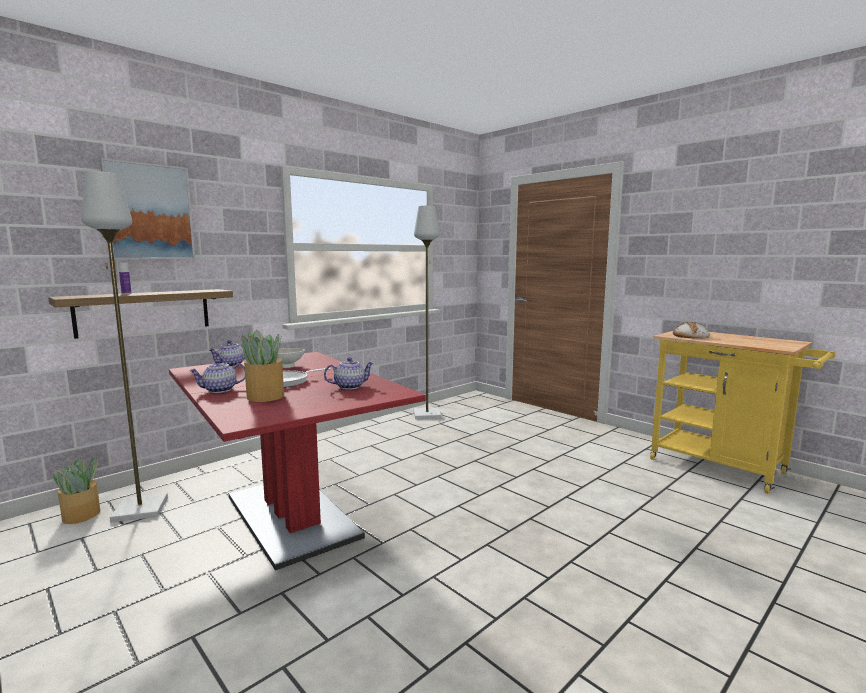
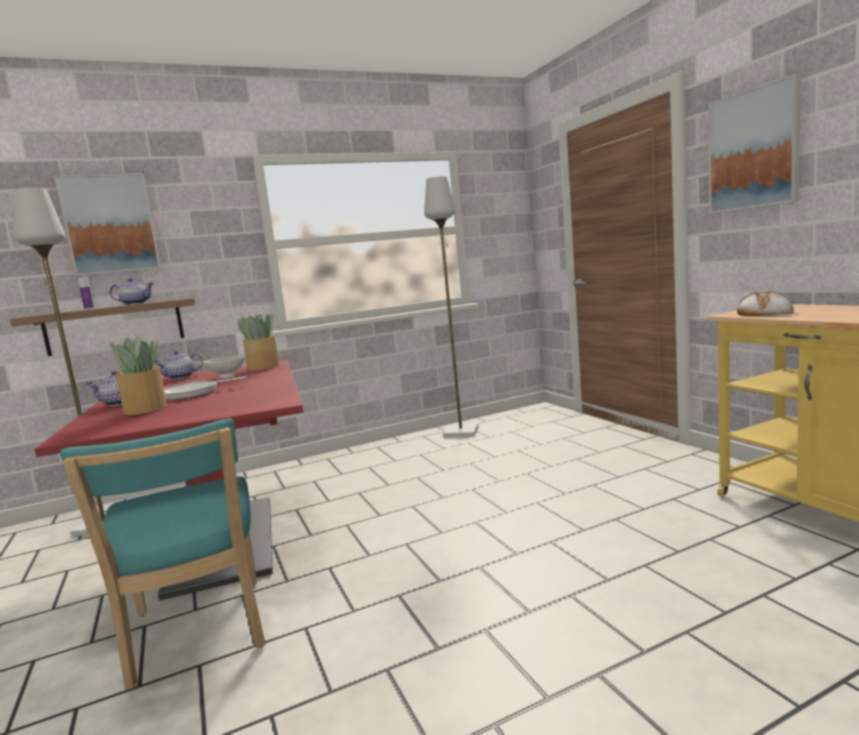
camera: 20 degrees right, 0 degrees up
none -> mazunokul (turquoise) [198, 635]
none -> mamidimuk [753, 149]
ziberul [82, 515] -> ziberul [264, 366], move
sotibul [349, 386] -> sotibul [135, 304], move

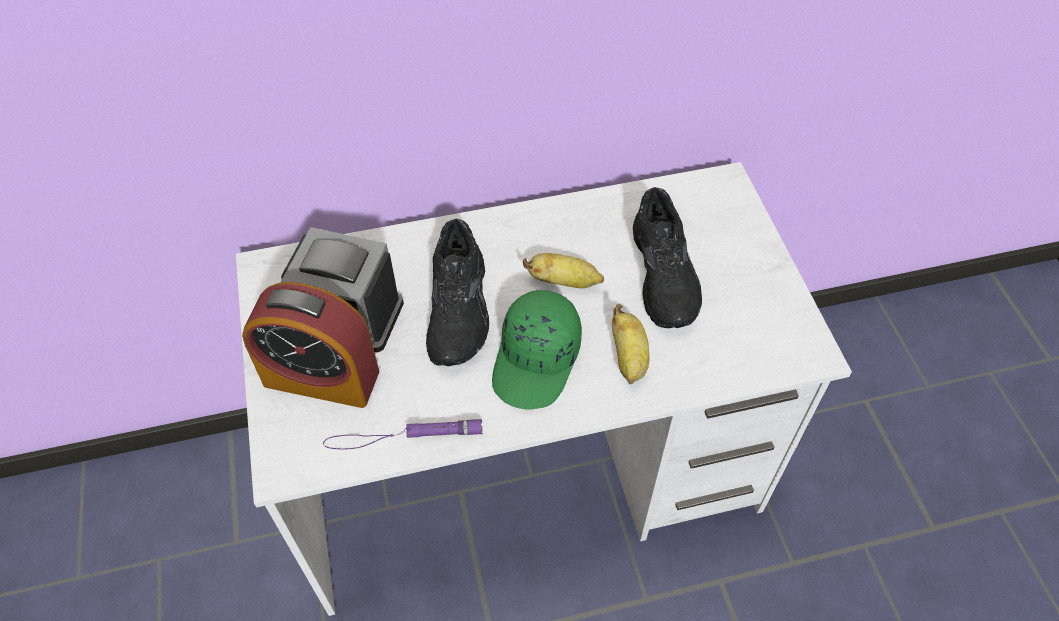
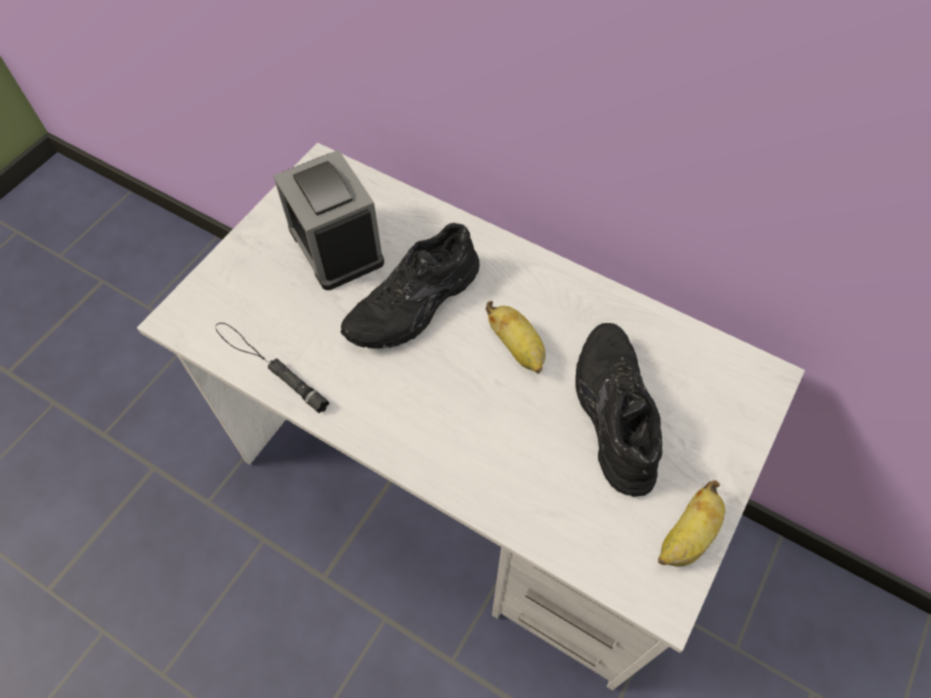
camera: 45 degrees right, 5 degrees up
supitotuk [321, 378] -> none
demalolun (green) [537, 360] -> none
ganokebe [629, 358] -> ganokebe [687, 537], move
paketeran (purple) [403, 437] -> paketeran (black) [269, 366]
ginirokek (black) [667, 274] -> ginirokek (black) [611, 413], 135 degrees clockwise

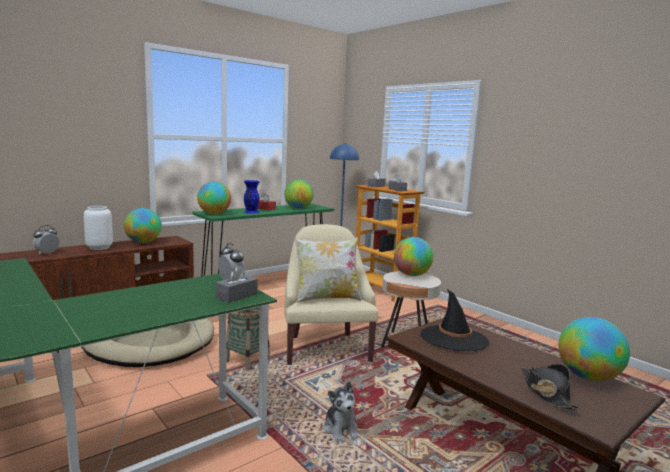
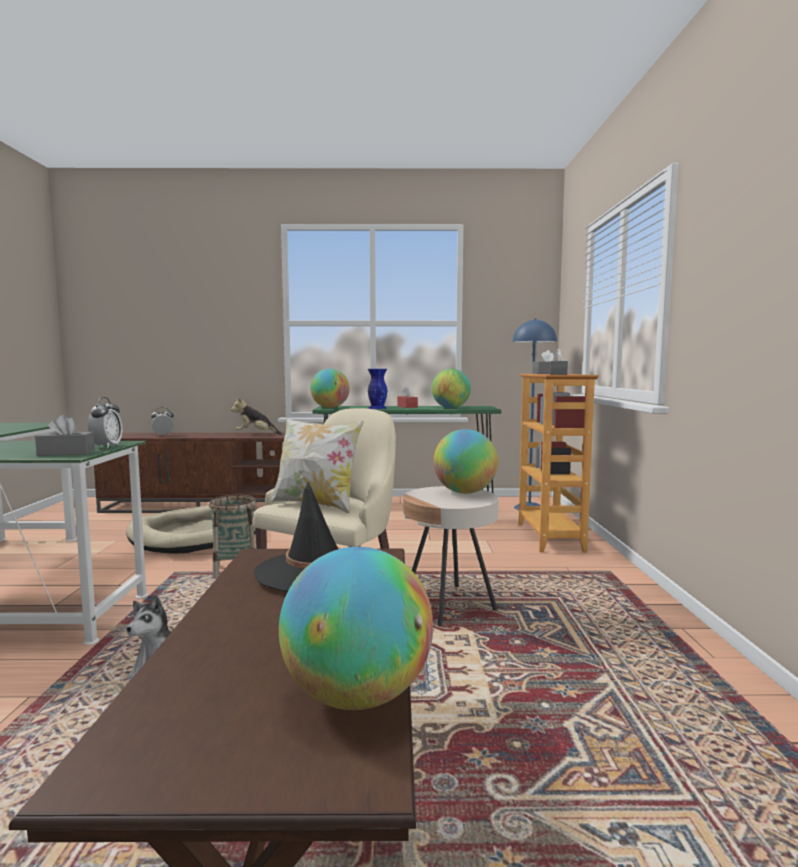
camera: 40 degrees right, 5 degrees down
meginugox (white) [99, 247] -> none
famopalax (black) [547, 393] -> none
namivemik [143, 242] -> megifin [256, 434]

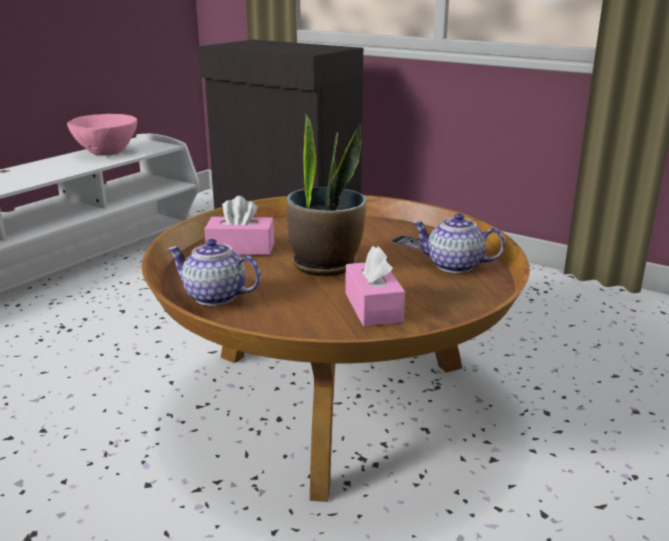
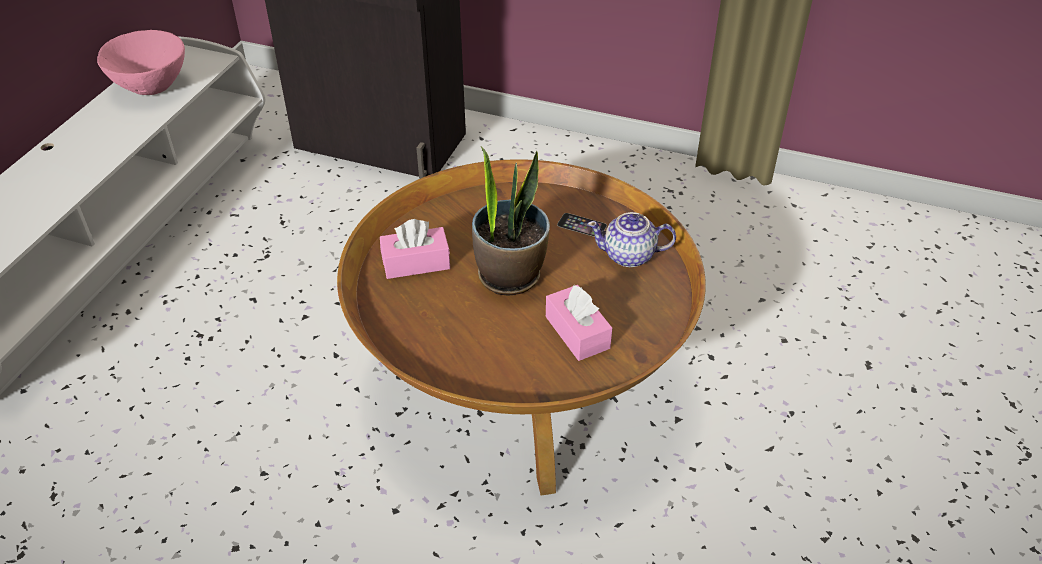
camera: 15 degrees left, 20 degrees up
sotibul [214, 296] -> none

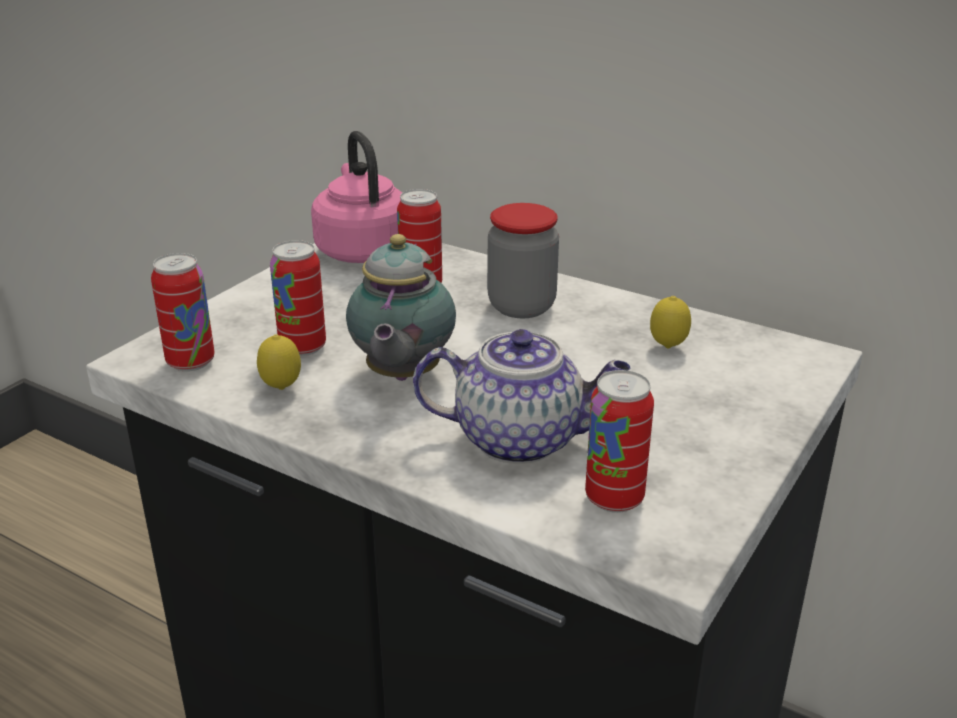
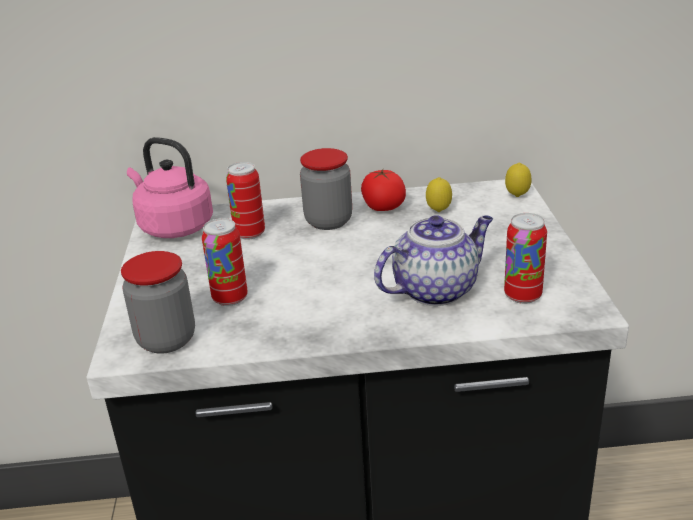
camera: 35 degrees left, 0 degrees up
sotibul [401, 376] -> none
none -> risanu [383, 207]
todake [281, 389] -> todake [517, 196], move
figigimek [190, 362] -> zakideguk [166, 340]

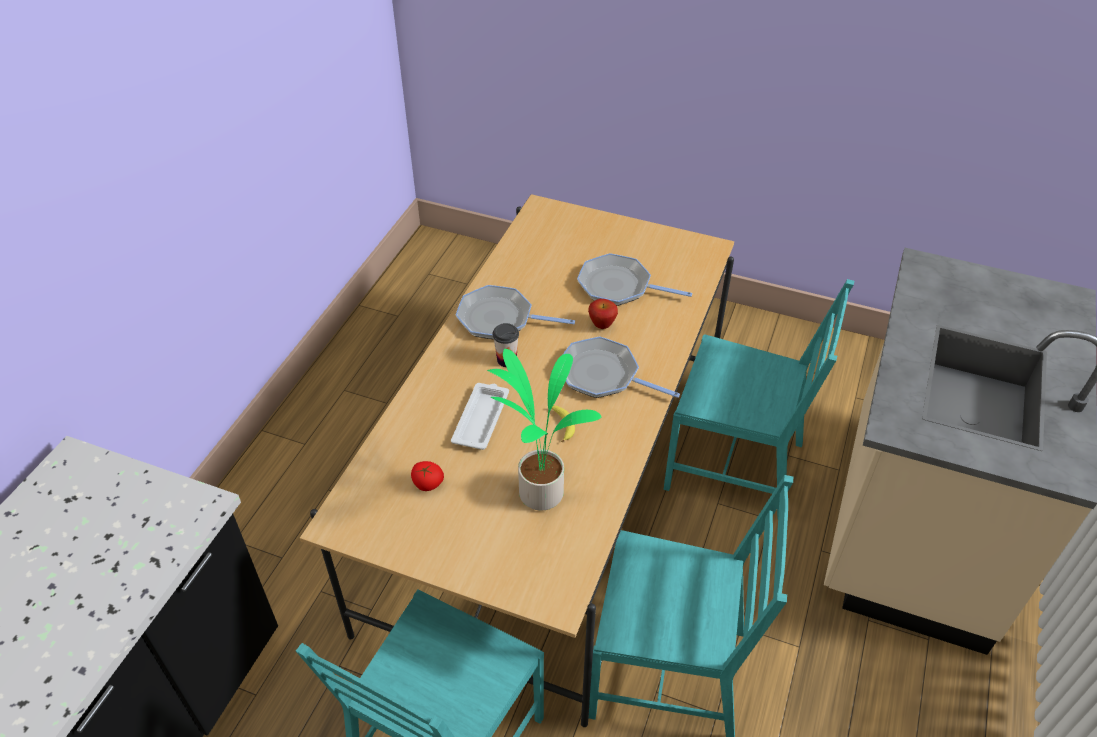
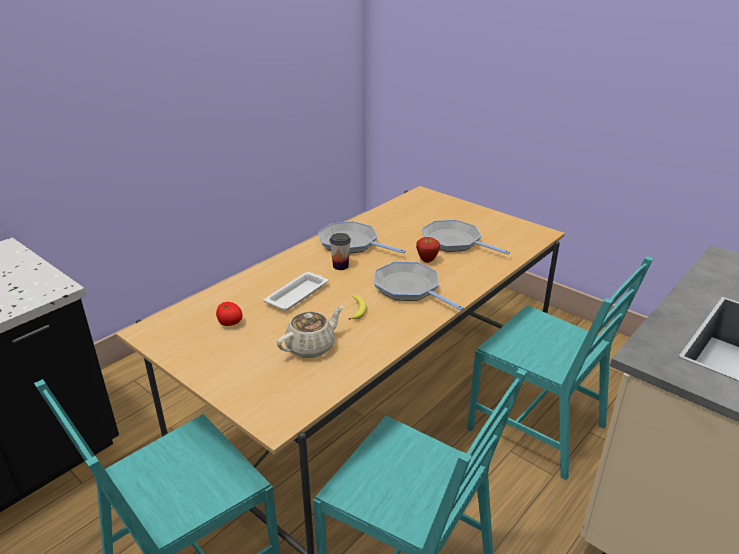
camera: 20 degrees right, 15 degrees down
ziberul [540, 491] -> sotibul (beige) [311, 346]

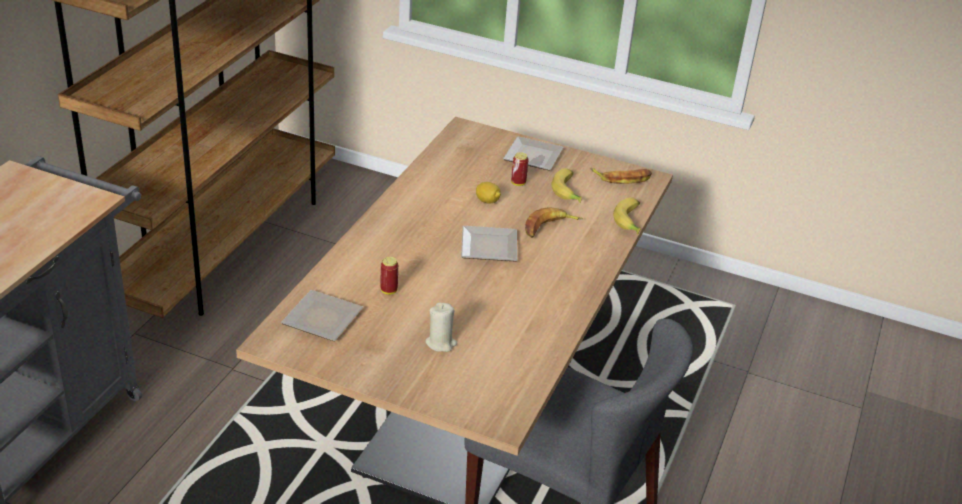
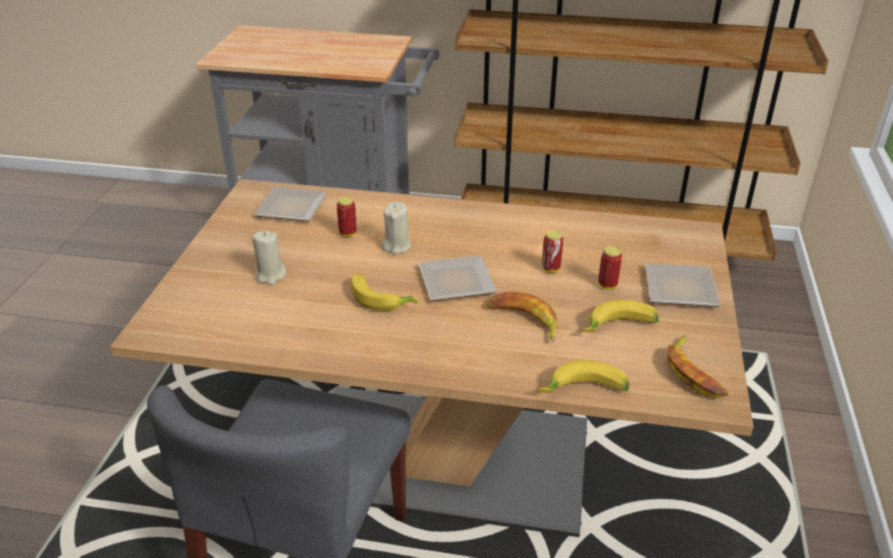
camera: 80 degrees right, 0 degrees up
none -> ganokebe [381, 298]
none -> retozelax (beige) [396, 246]
todake [487, 201] -> figigimek [551, 269]

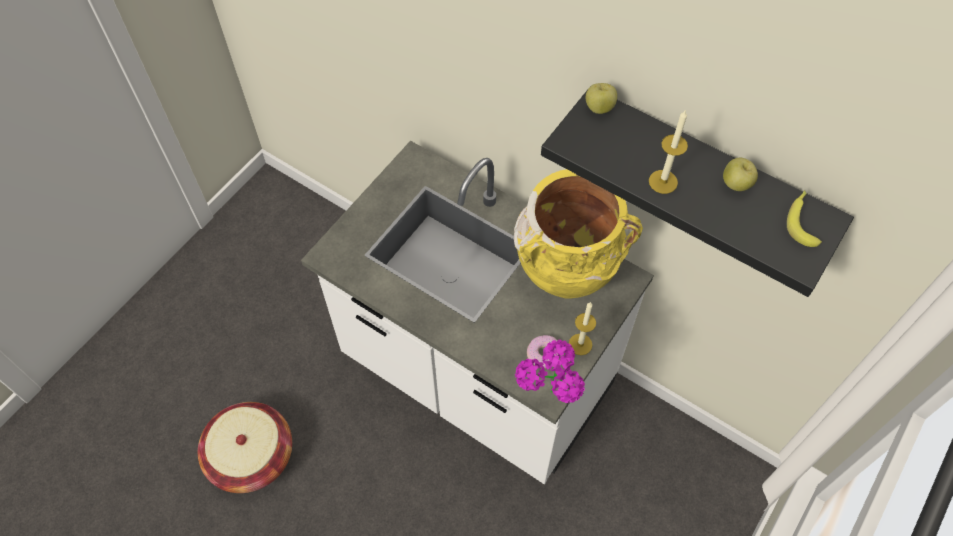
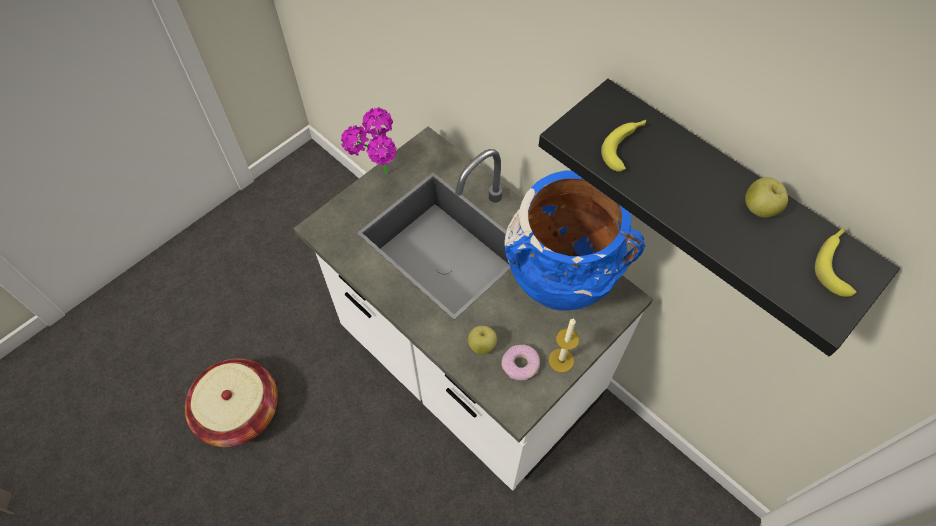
camera: 10 degrees right, 0 degrees up
retozelax [663, 181] -> none
none -> ganokebe [625, 146]
ziberul [548, 403] -> ziberul [379, 181], move
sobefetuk [599, 108] -> sobefetuk [482, 345], move
meginugox (yellow) [565, 274] -> meginugox (blue) [558, 283]

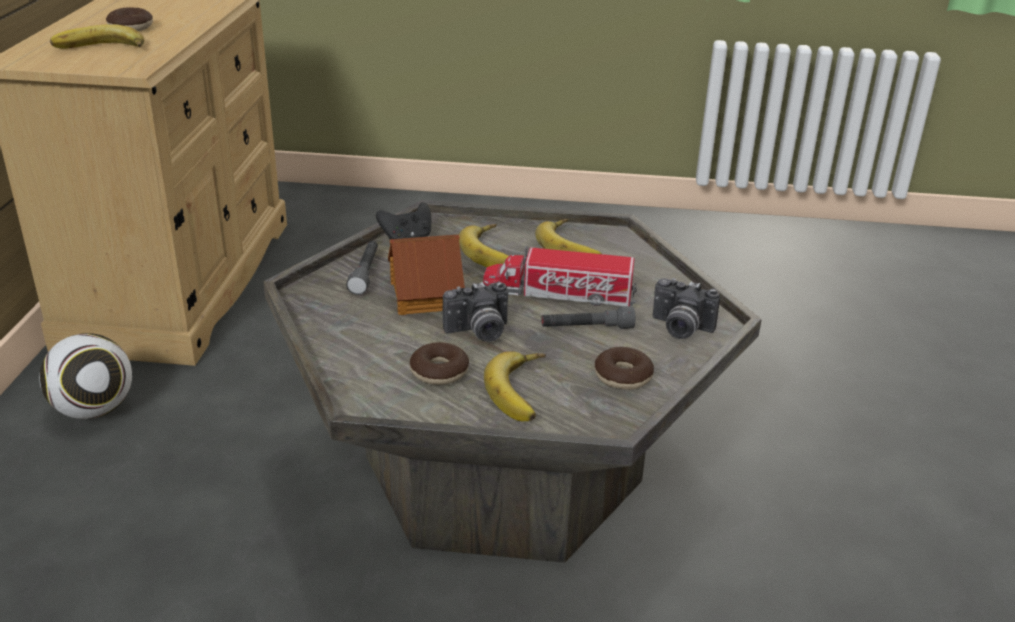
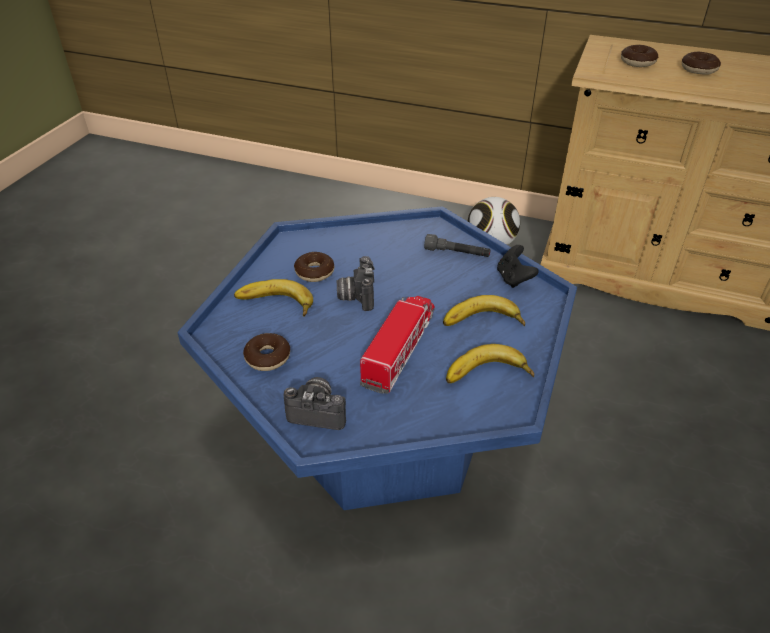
camera: 105 degrees right, 10 degrees up
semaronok [424, 295] -> none
paketeran (grey) [587, 328] -> none
ganokebe [100, 49] -> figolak [637, 62]
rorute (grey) [502, 468] -> rorute (blue) [386, 423]
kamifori [679, 329] -> kamifori [319, 411], 60 degrees clockwise

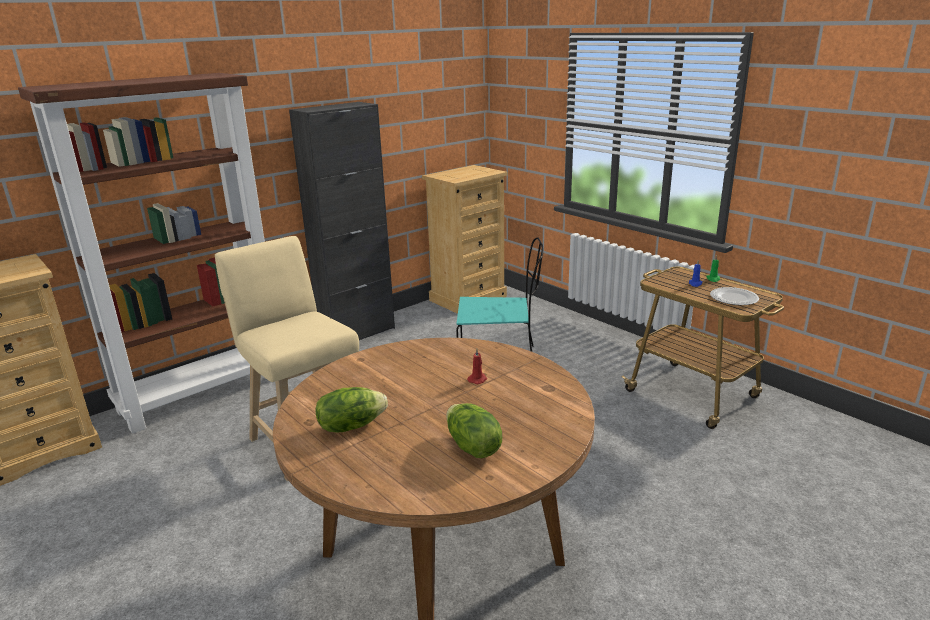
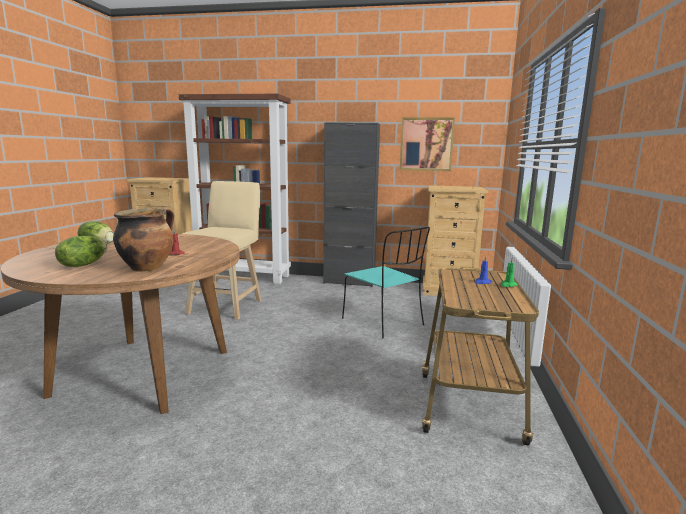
camera: 50 degrees right, 10 degrees down
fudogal [733, 298] -> none
none -> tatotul [147, 267]
none -> mamidimuk [426, 144]

